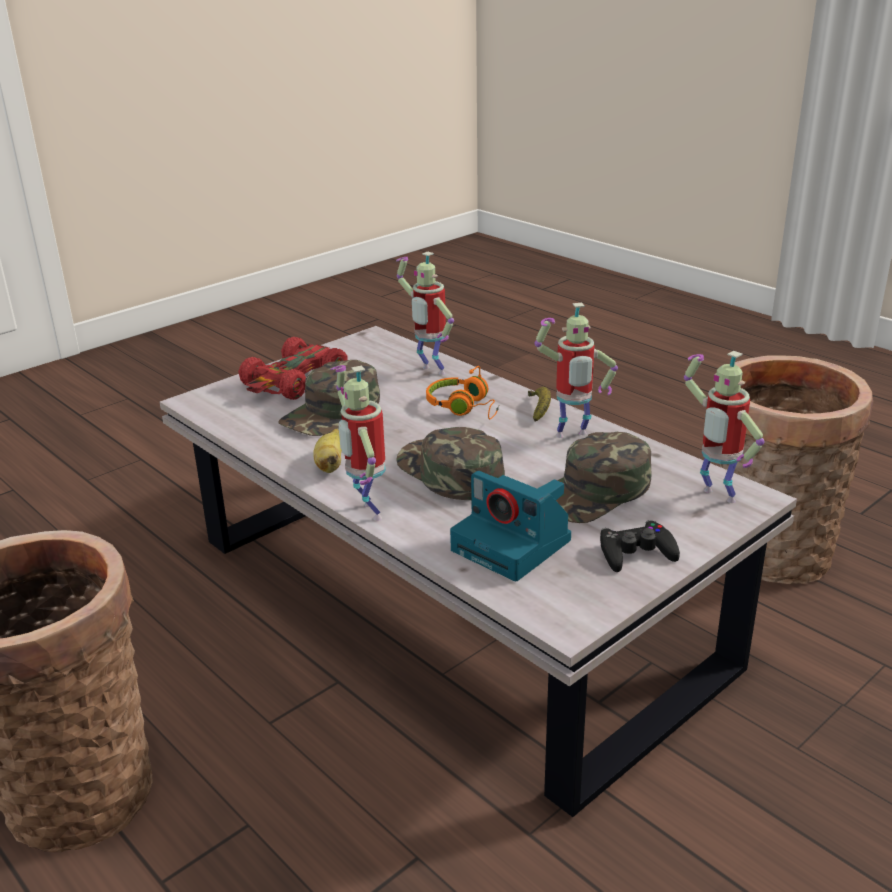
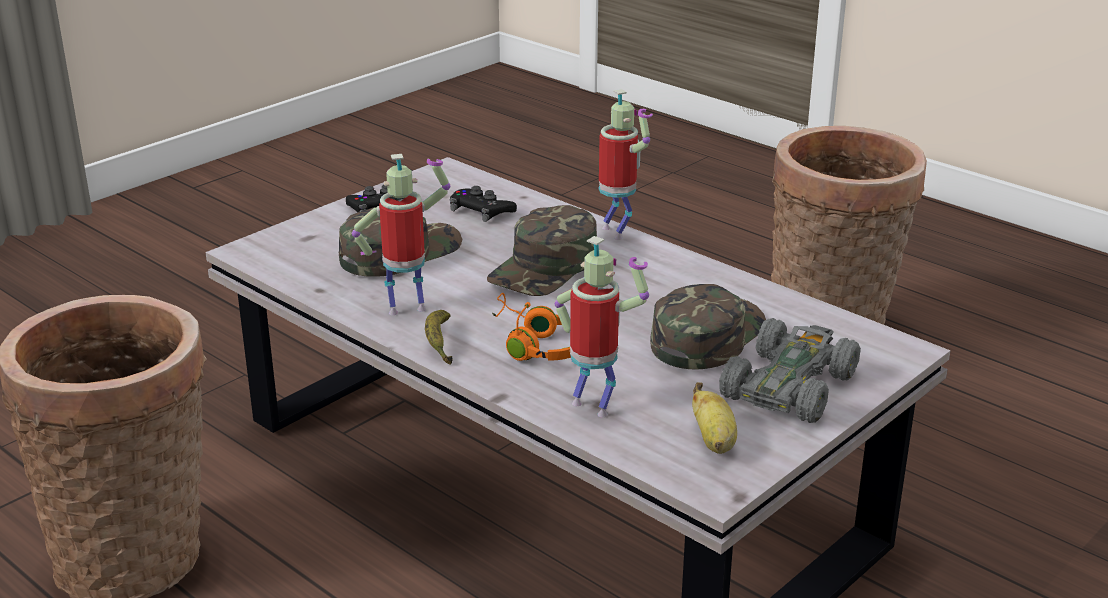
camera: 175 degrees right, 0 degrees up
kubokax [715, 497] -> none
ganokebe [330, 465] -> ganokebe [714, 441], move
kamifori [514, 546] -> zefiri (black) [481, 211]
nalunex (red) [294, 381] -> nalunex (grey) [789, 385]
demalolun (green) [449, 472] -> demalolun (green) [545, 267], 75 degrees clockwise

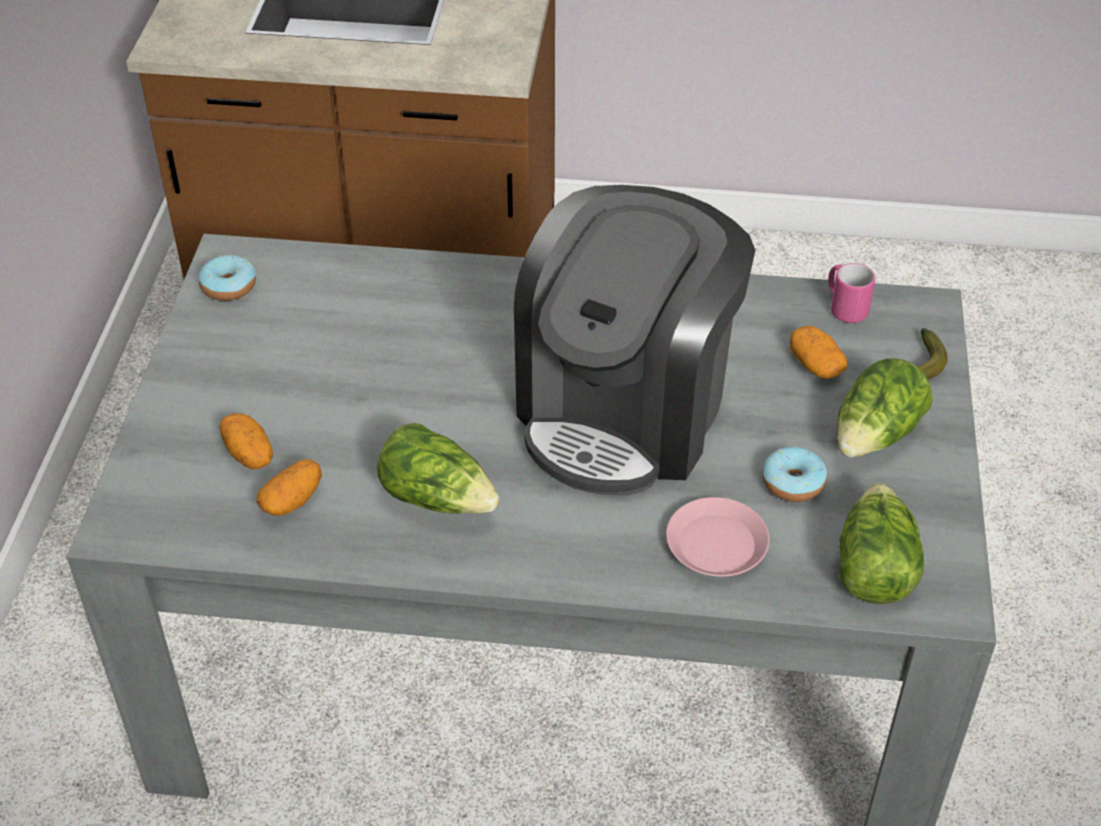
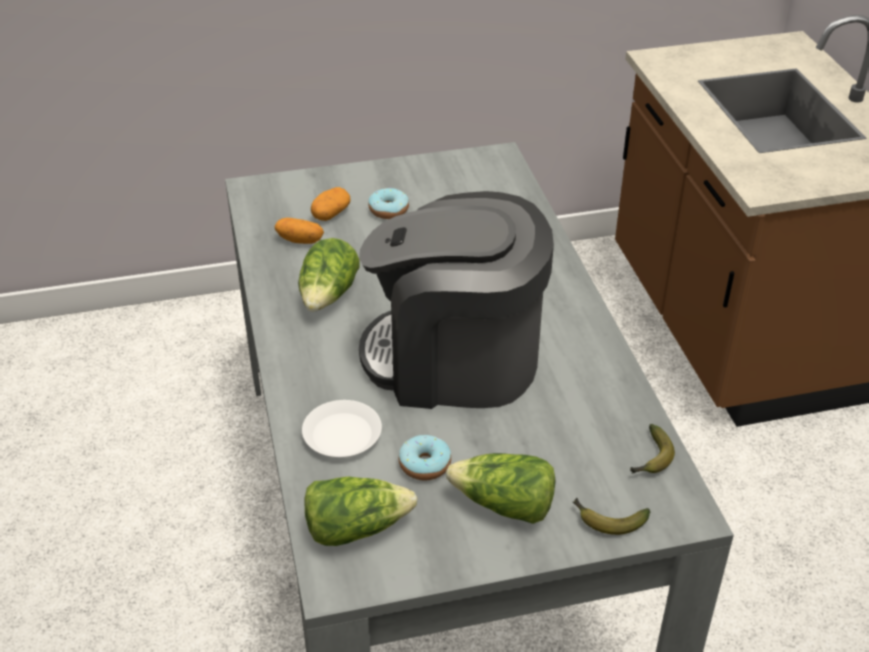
camera: 70 degrees right, 5 degrees down
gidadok [815, 365] -> none
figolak [229, 286] -> figolak [388, 210], move
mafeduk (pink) [844, 308] -> ganokebe [651, 459]
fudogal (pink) [717, 544] -> fudogal (white) [342, 435]

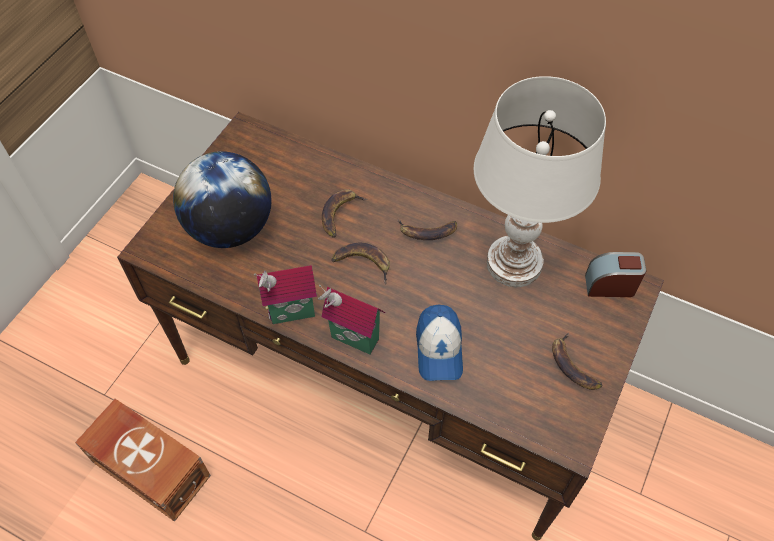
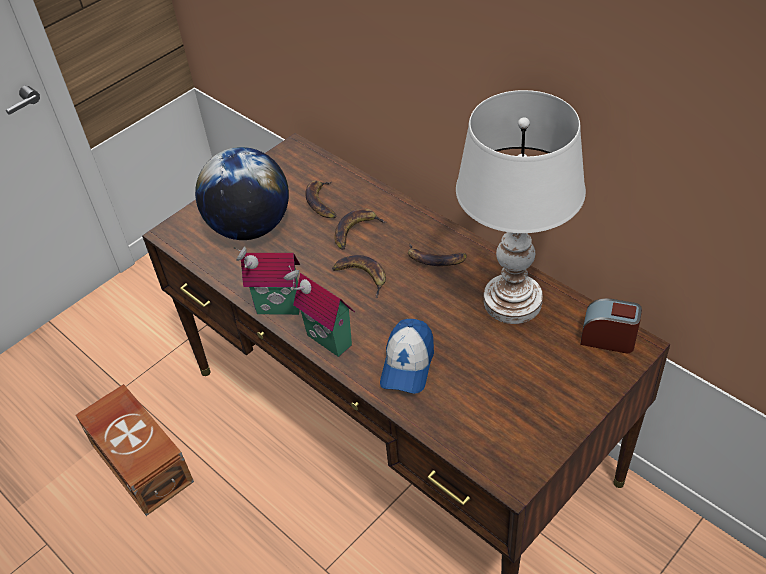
camera: 20 degrees right, 10 degrees down
ganokebe [572, 366] -> ganokebe [321, 202], move

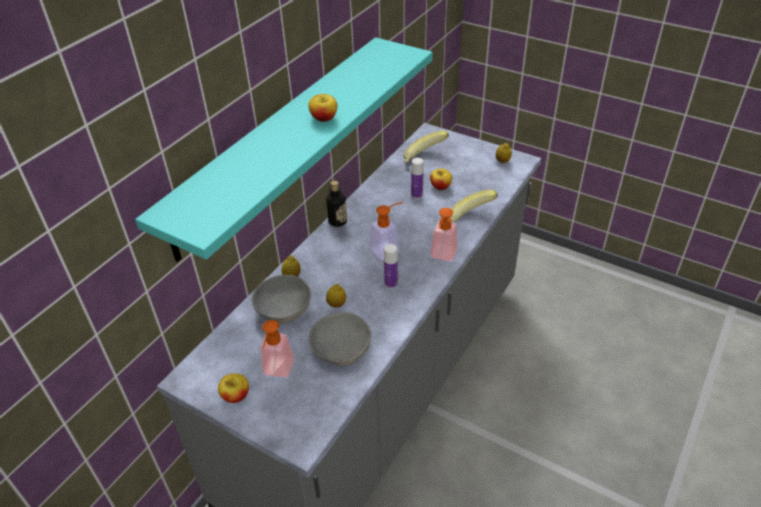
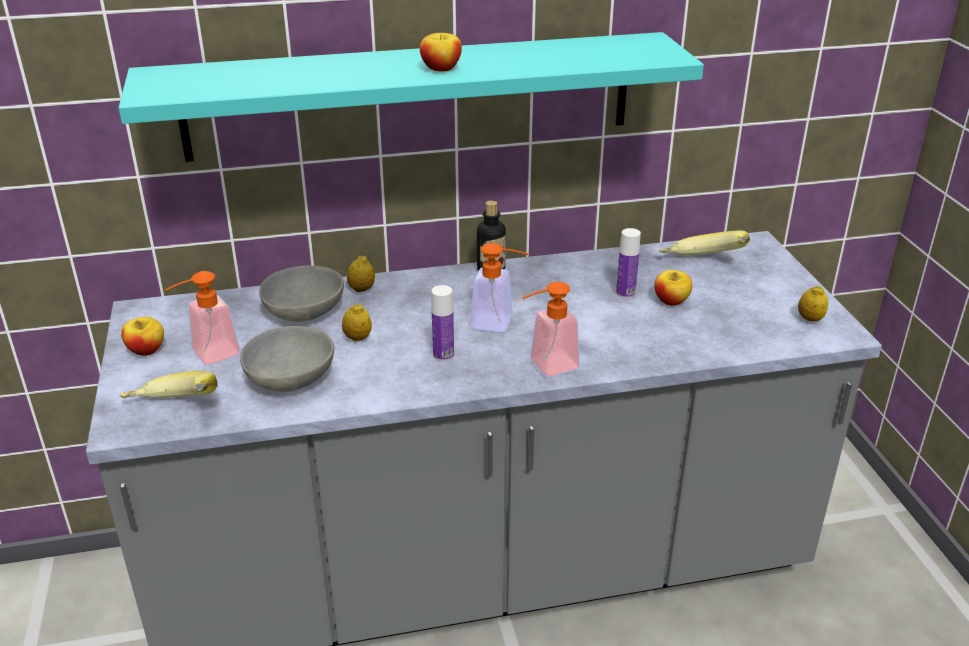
camera: 45 degrees right, 10 degrees down
ganokebe [469, 220] -> ganokebe [173, 411], move

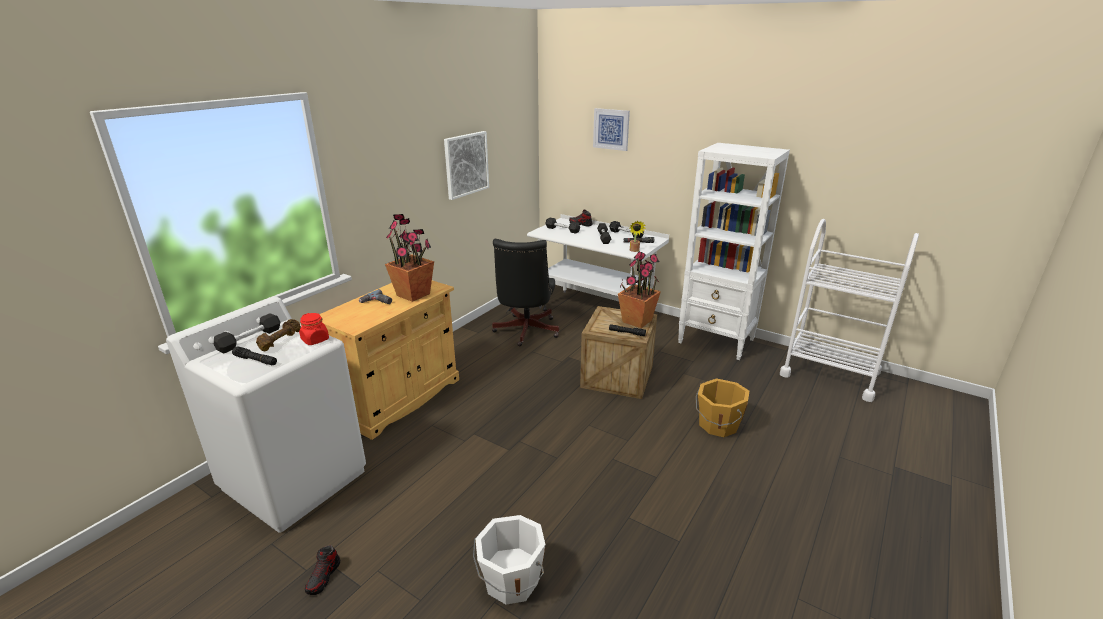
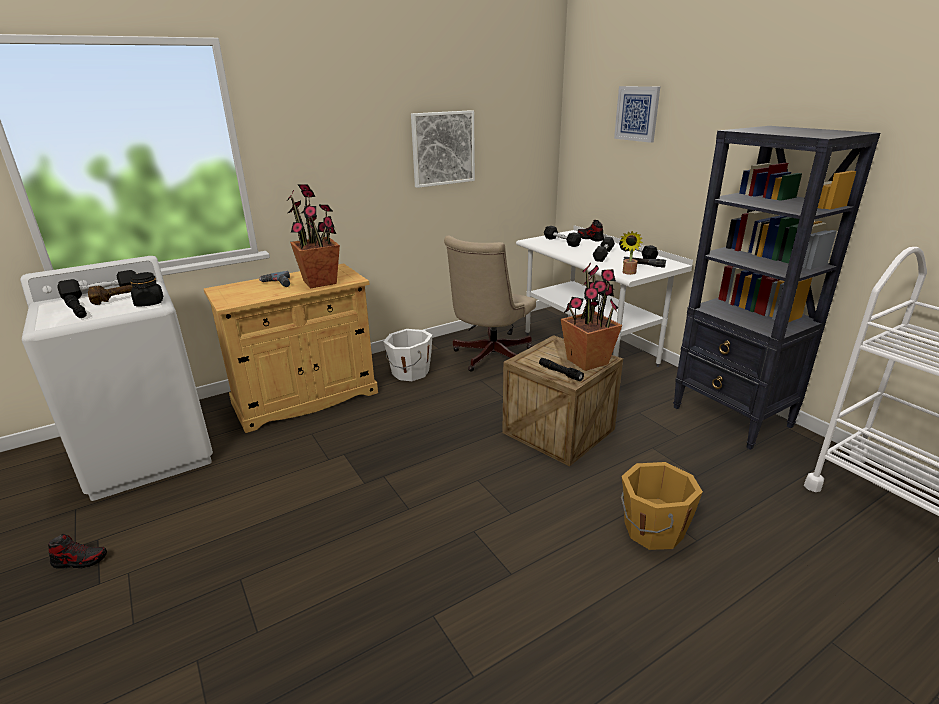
camera: 25 degrees right, 0 degrees up
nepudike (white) [511, 581] -> nepudike (white) [409, 372], move
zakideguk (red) [315, 340] -> zakideguk (black) [149, 303]
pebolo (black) [525, 332] -> pebolo (beige) [489, 357]
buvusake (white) [716, 341] -> buvusake (black) [732, 417]
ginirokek [323, 577] -> ginirokek [80, 560], 135 degrees counterclockwise

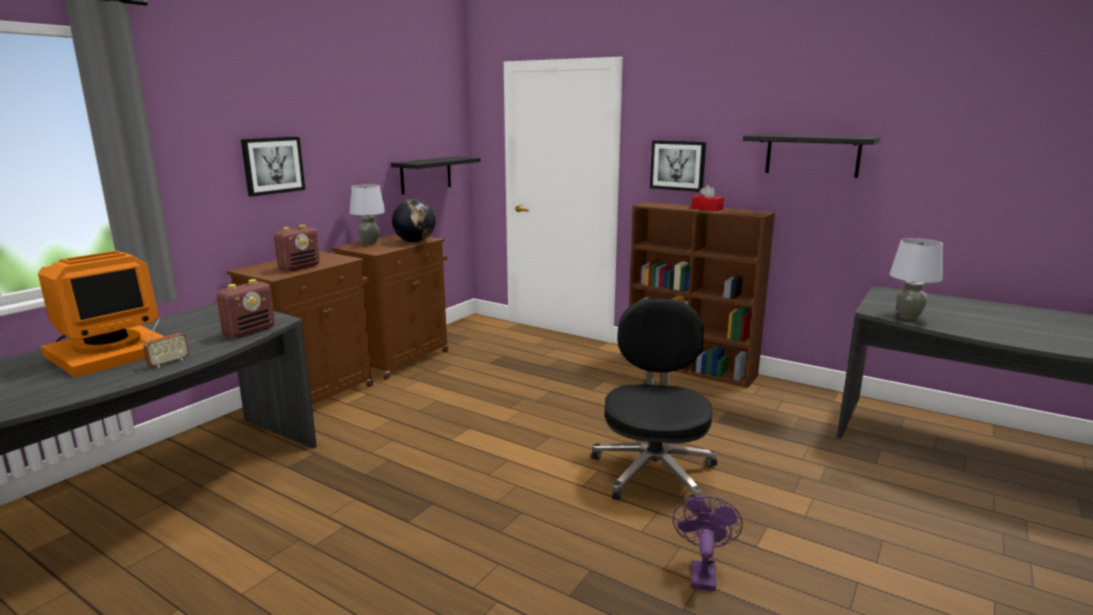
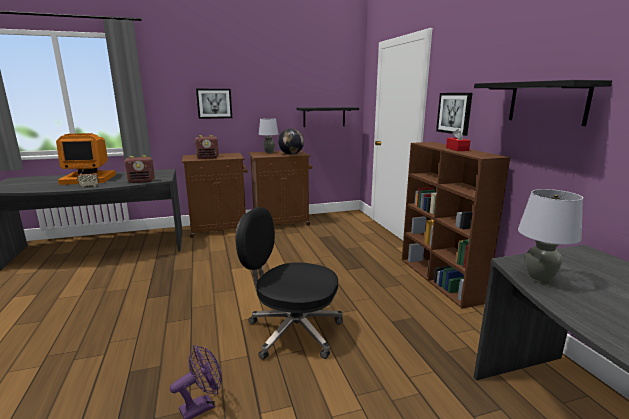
camera: 40 degrees right, 0 degrees up
pebolo (black) [654, 470] -> pebolo (black) [292, 331], 120 degrees counterclockwise

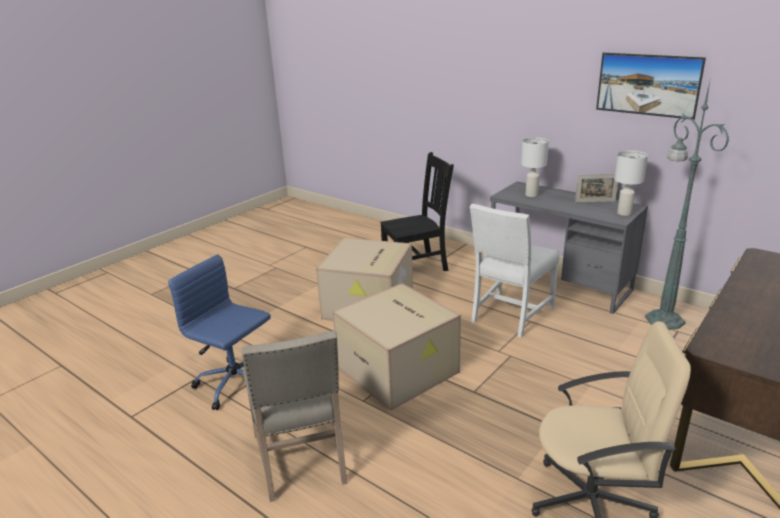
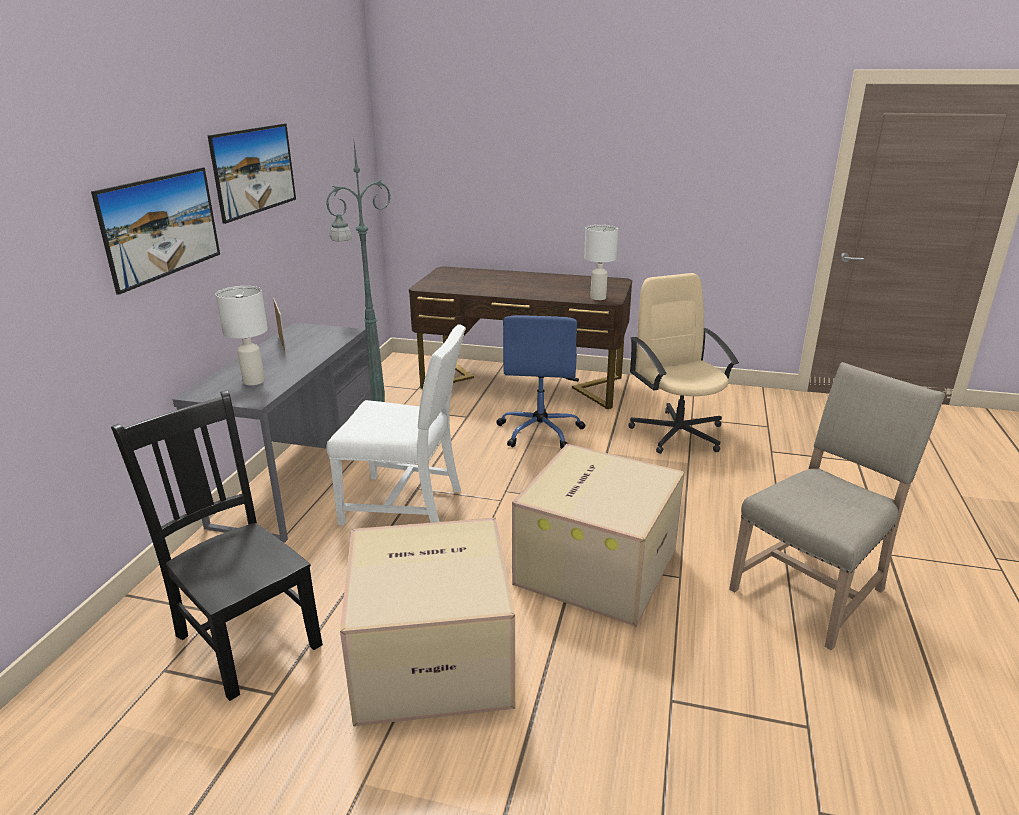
camera: 115 degrees left, 0 degrees up
none -> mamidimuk [166, 249]
pebolo (blue) [236, 383] -> pebolo (blue) [540, 431], move
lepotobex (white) [624, 213] -> lepotobex (white) [598, 298], move

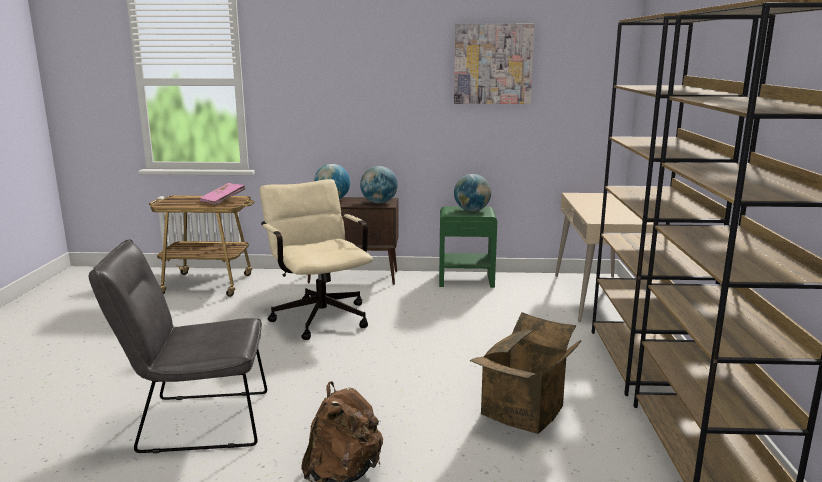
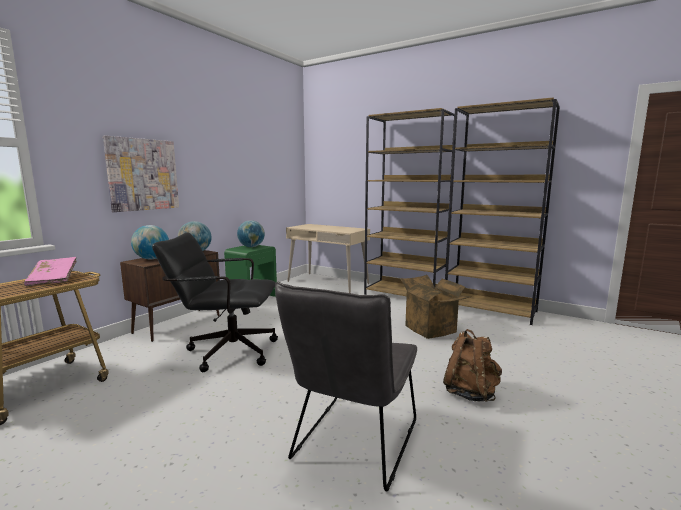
camera: 60 degrees left, 5 degrees down
mamidimuk [493, 64] -> mamidimuk [143, 174], move
pebolo (beige) [319, 315] -> pebolo (black) [225, 351]

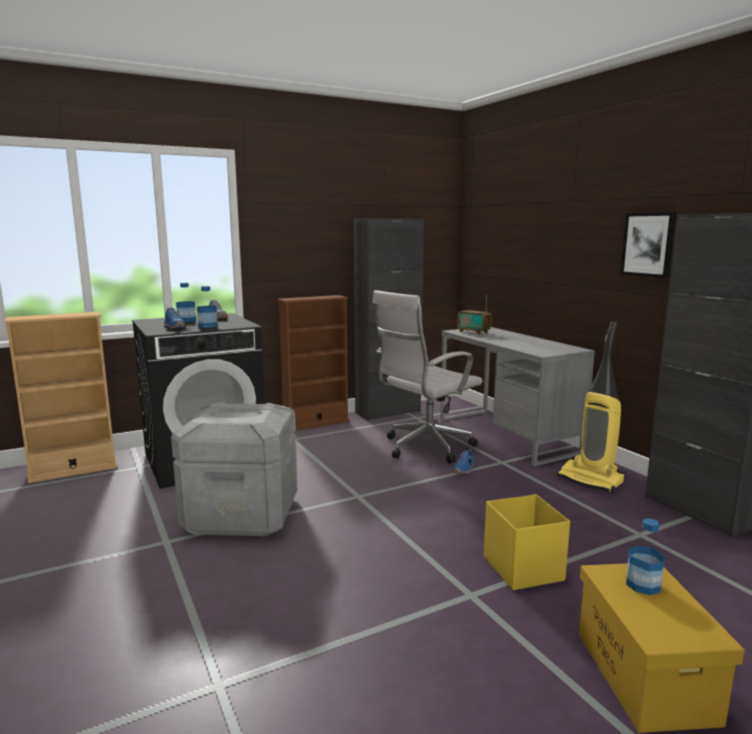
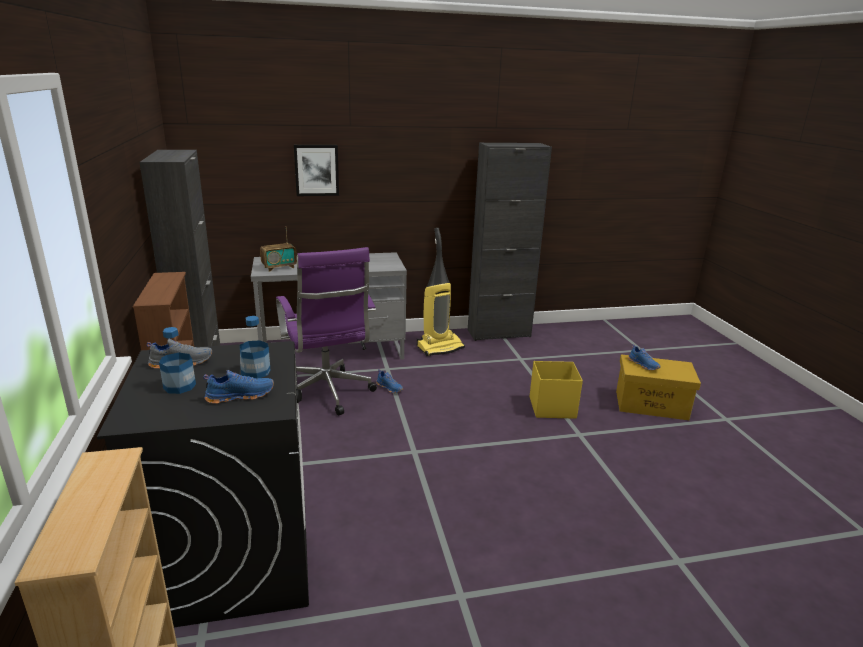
camera: 75 degrees left, 10 degrees up
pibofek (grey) [243, 514] -> none
mamidimuk [648, 244] -> mamidimuk [316, 170], move
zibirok [643, 584] -> ginirokek (blue) [644, 365]
pebolo (white) [425, 448] -> pebolo (purple) [328, 394]

